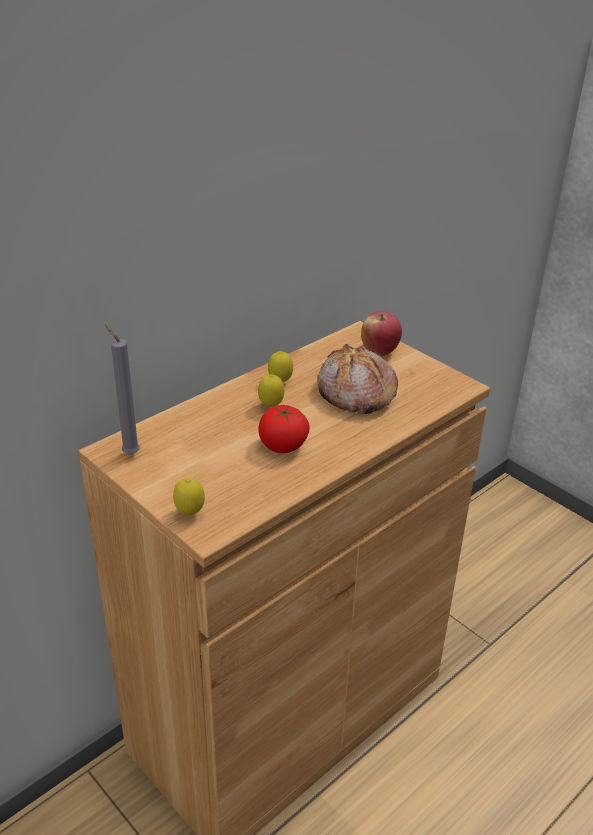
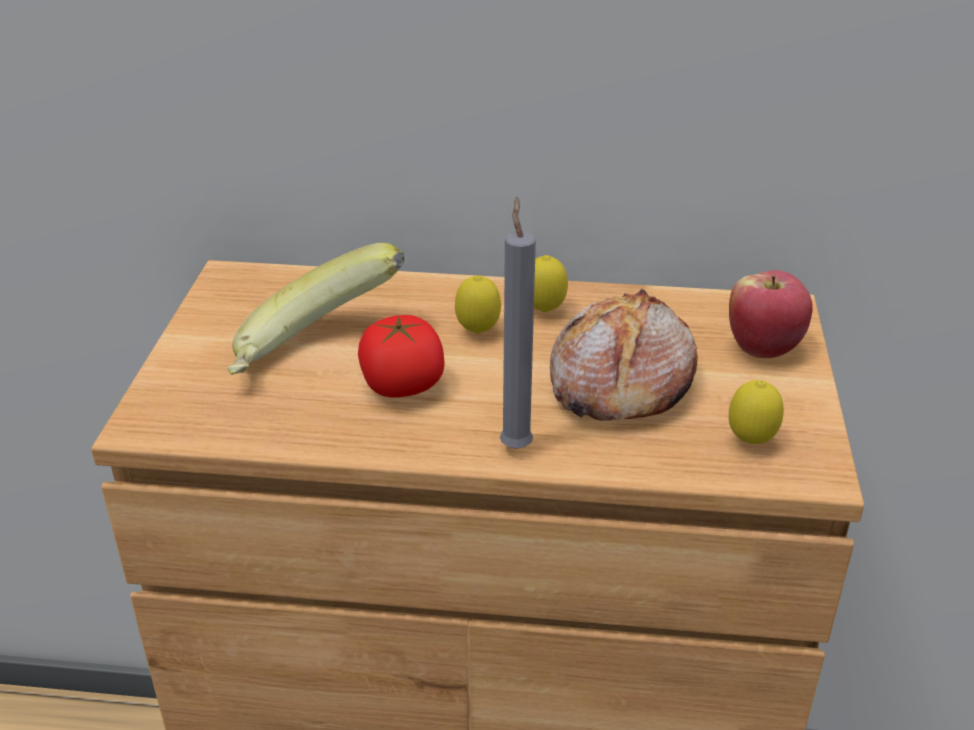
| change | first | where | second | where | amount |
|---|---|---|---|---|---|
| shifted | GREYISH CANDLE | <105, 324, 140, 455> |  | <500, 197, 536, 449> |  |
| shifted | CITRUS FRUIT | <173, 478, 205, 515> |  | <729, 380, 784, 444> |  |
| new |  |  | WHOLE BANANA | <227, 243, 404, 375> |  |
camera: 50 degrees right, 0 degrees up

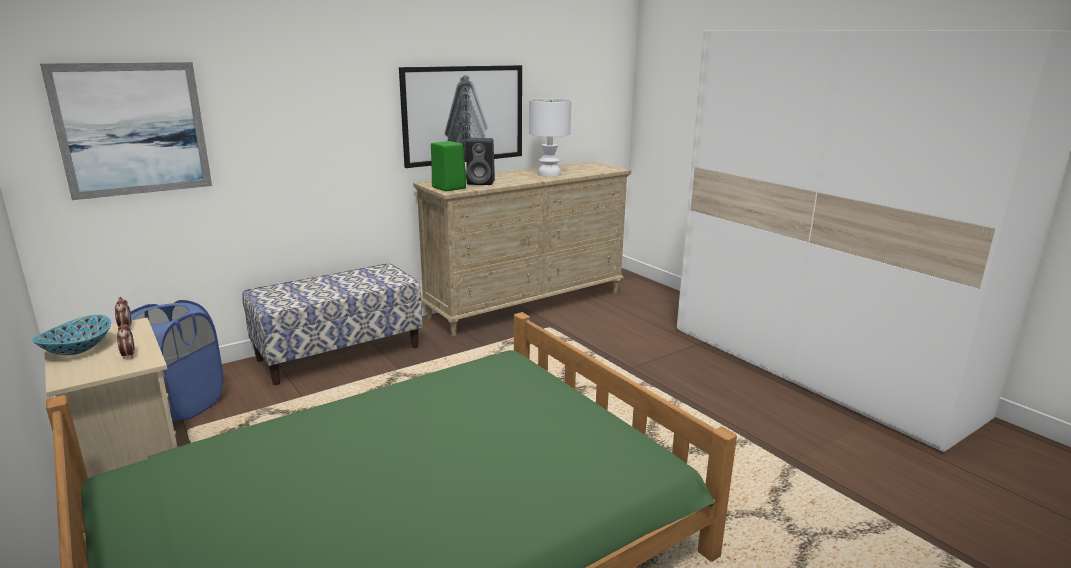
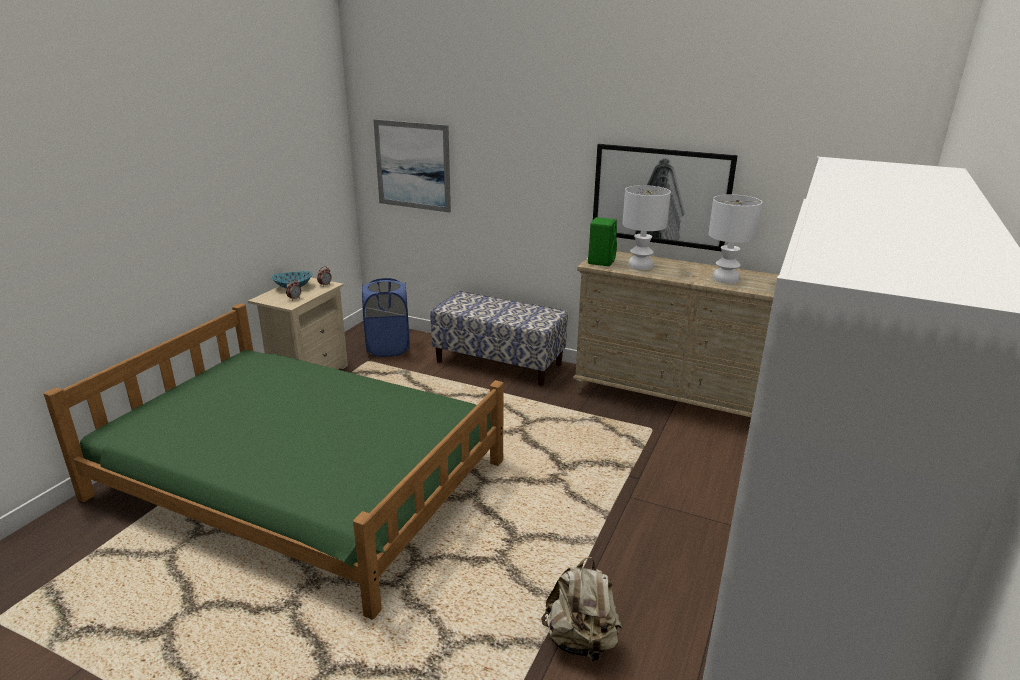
| change | first | where | second | where | amount |
|---|---|---|---|---|---|
| swapped | BLACKISH LOUDSPEAKER | <467, 138, 495, 185> | WHITE LAMP FOR A TABLE | <622, 185, 671, 270> |  |
| new |  |  | BEIGE KNAPSACK | <541, 557, 622, 661> |  |
camera: 60 degrees right, 5 degrees up

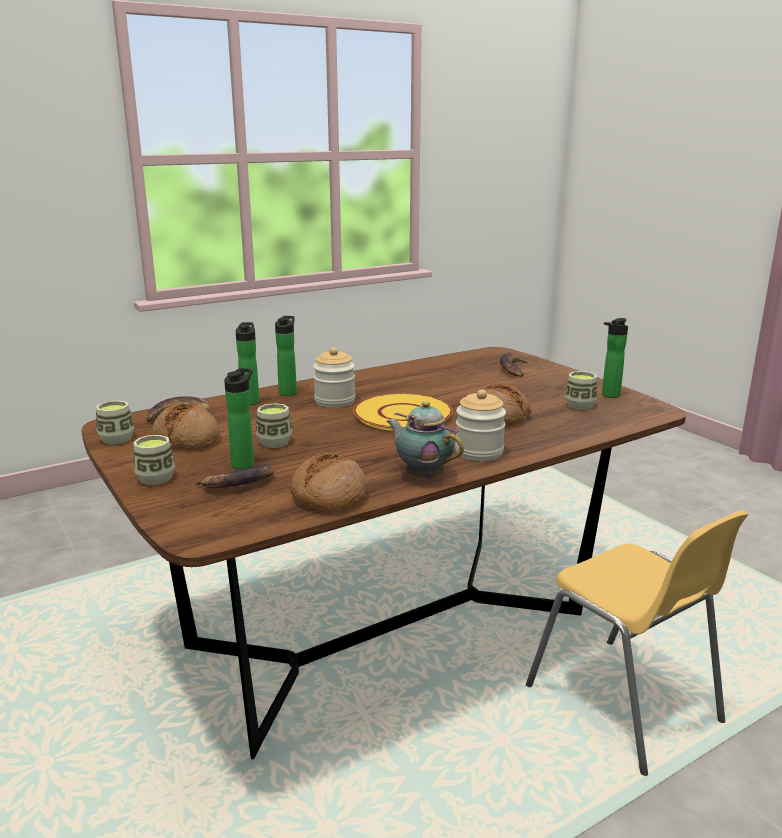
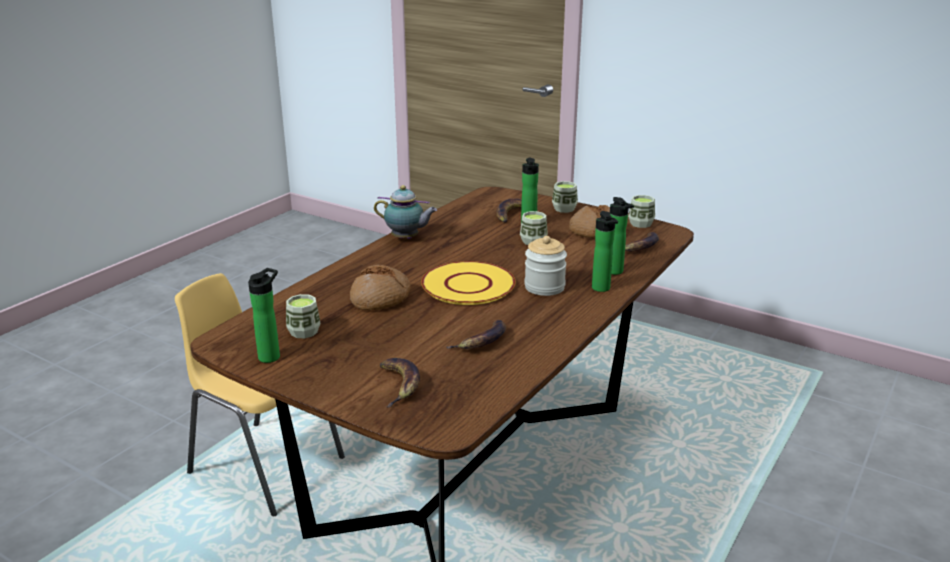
| change | first | where | second | where | amount |
|---|---|---|---|---|---|
| gone | STORAGE JAR | <455, 389, 506, 461> |  |  |  |
| gone | BAKERY BREAD | <290, 452, 367, 512> |  |  |  |
| new |  |  | WHOLE BANANA | <446, 320, 506, 349> |  |
camera: 155 degrees right, 5 degrees up

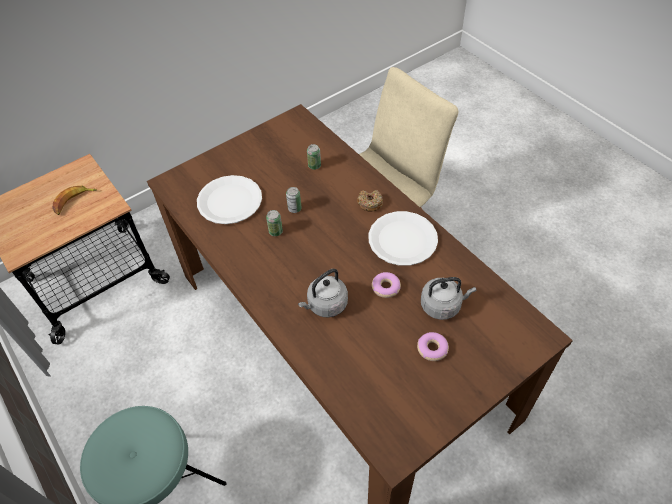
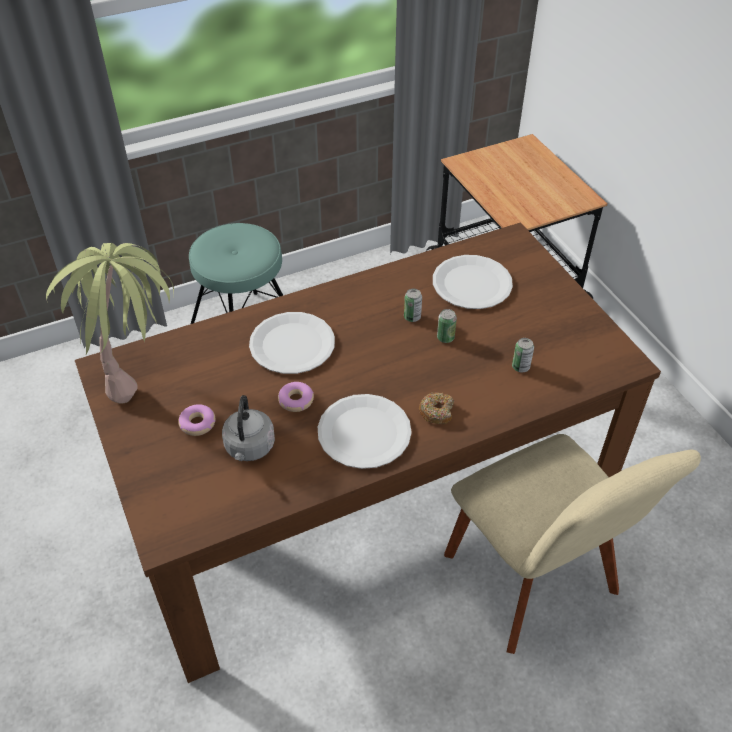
| change | first | where | second | where | amount |
|---|---|---|---|---|---|
| gone | WHOLE BANANA | <52, 186, 97, 215> |  |  |  |
| swapped | GREYISH WATER KETTLE | <298, 269, 348, 318> | WHITE DINNER PLATE | <249, 312, 335, 374> |  |
| new |  |  | PLANT IN A POT | <46, 243, 174, 404> |  |
camera: 100 degrees right, 5 degrees down

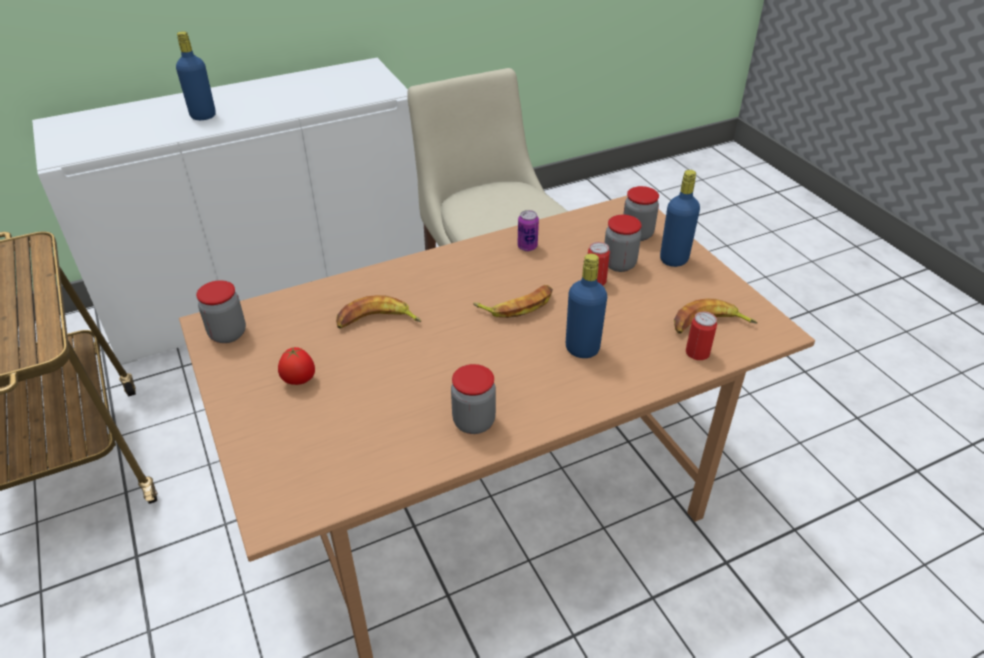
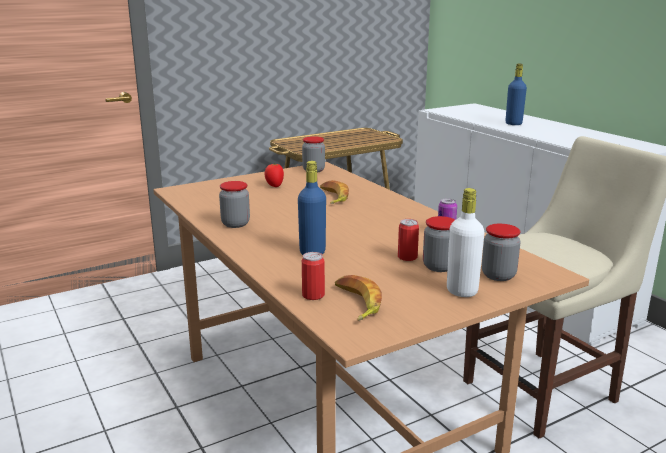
| change | first | where | second | where | amount |
|---|---|---|---|---|---|
| repainted | BLUISH DRINK BOTTLE | <660, 170, 700, 267> | WHITE DRINK BOTTLE | <447, 188, 485, 297> |  |
| gone | WHOLE BANANA | <473, 285, 553, 318> |  |  |  |
camera: 85 degrees right, 20 degrees down

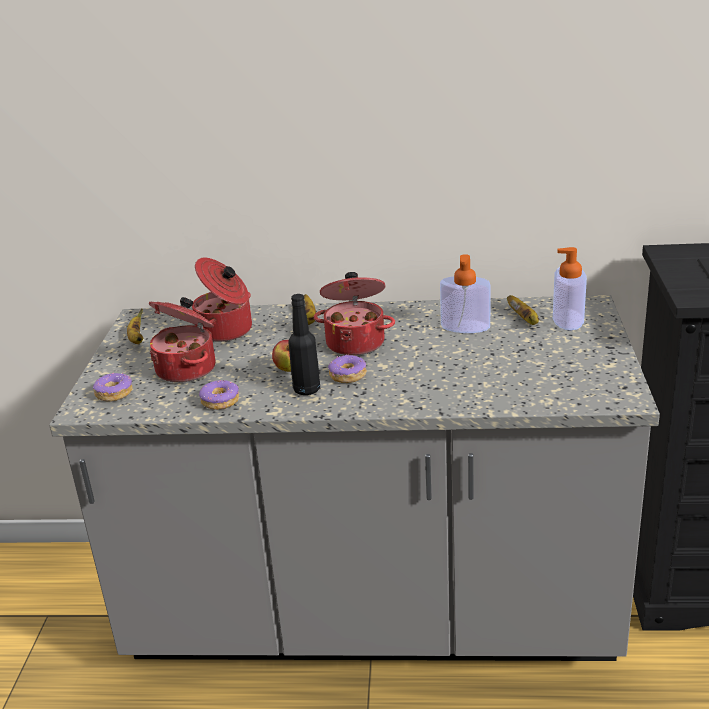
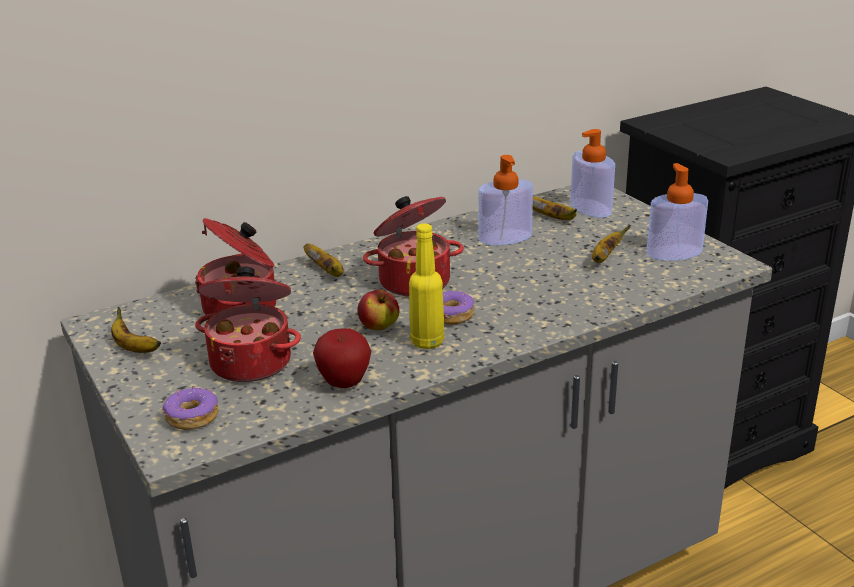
| change | first | where | second | where | amount |
|---|---|---|---|---|---|
| repainted | BLACKISH DRINK BOTTLE | <288, 294, 320, 395> | YELLOW-COLOURED DRINK BOTTLE | <409, 223, 444, 349> |  |
| swapped | DONUT | <199, 380, 239, 410> | WHOLE APPLE | <313, 328, 372, 388> |  |
| new |  |  | LIQUID SOAP BOTTLE | <647, 163, 708, 261> |  |
| new |  |  | WHOLE BANANA | <592, 225, 631, 263> |  |
camera: 35 degrees left, 0 degrees up

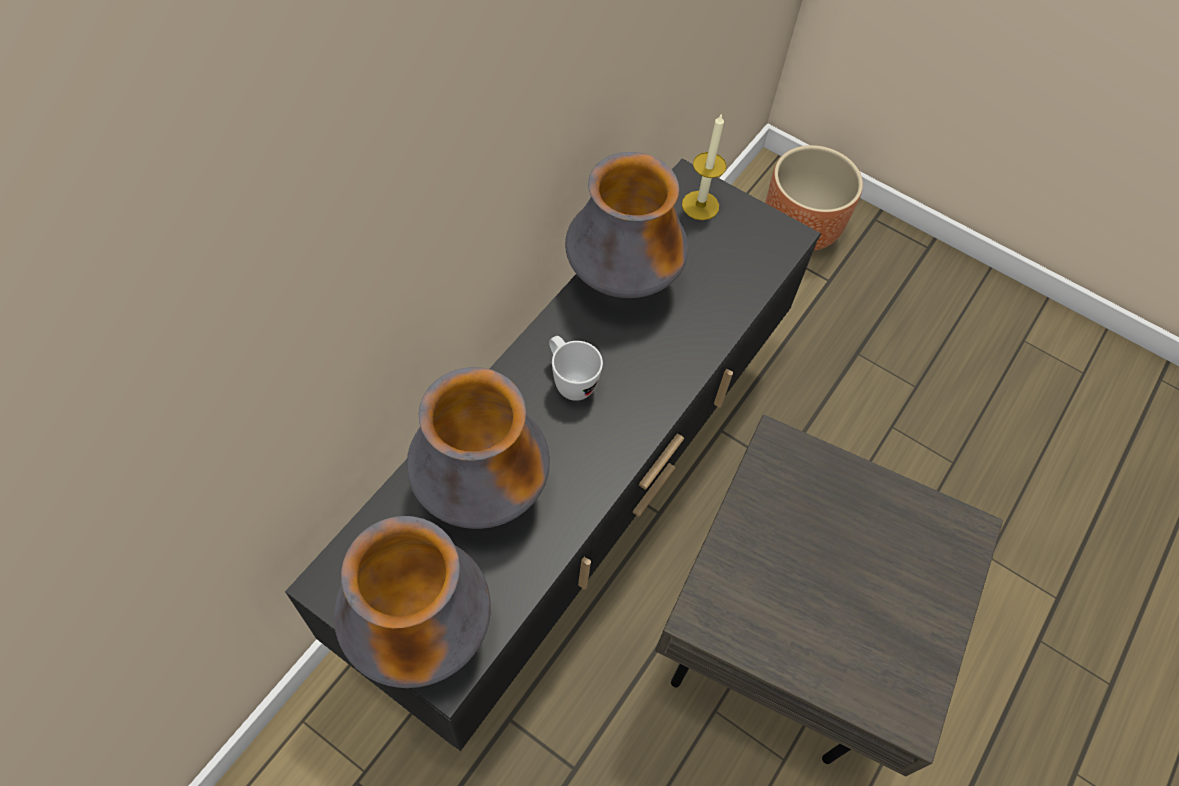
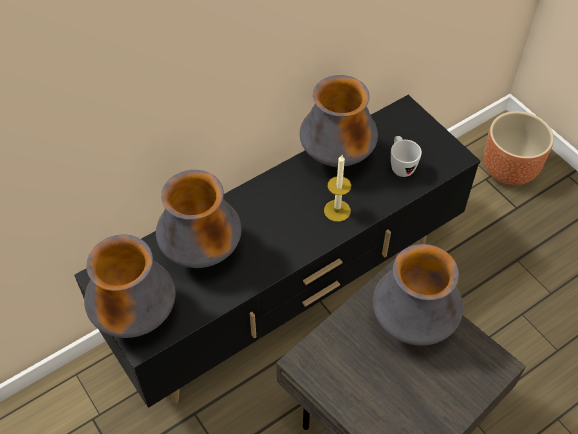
| change | first | where | second | where | amount |
|---|---|---|---|---|---|
| shifted | CANDLE | <682, 113, 727, 220> |  | <324, 155, 351, 222> |  |
| shifted | WHITE MUG | <549, 336, 603, 401> |  | <391, 136, 422, 177> |  |
| new |  |  | FLOWER VASE | <373, 244, 463, 346> |  |
camera: 25 degrees right, 5 degrees down

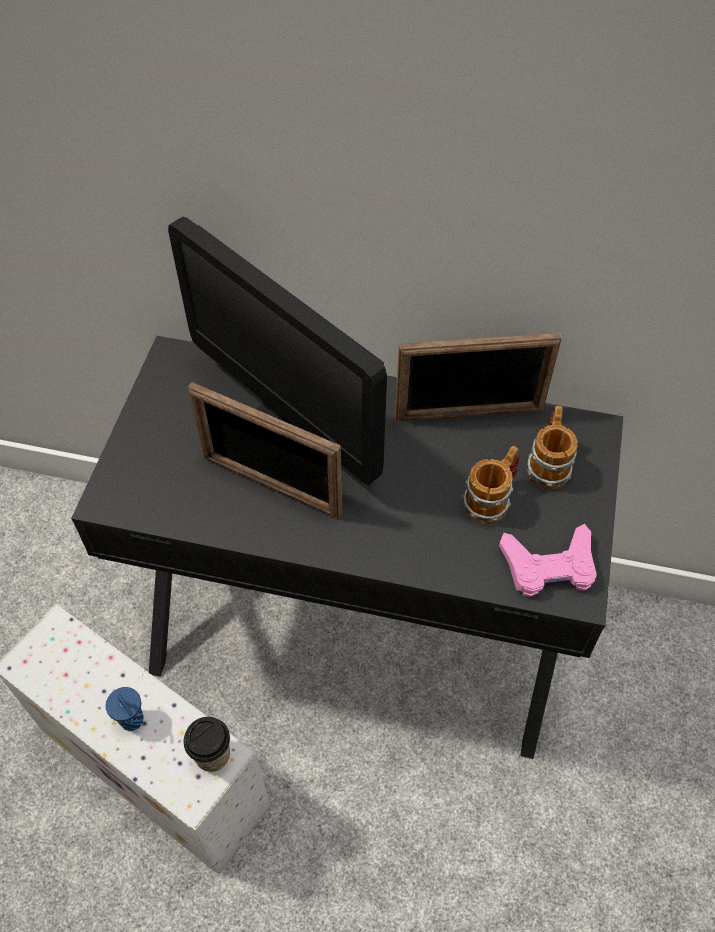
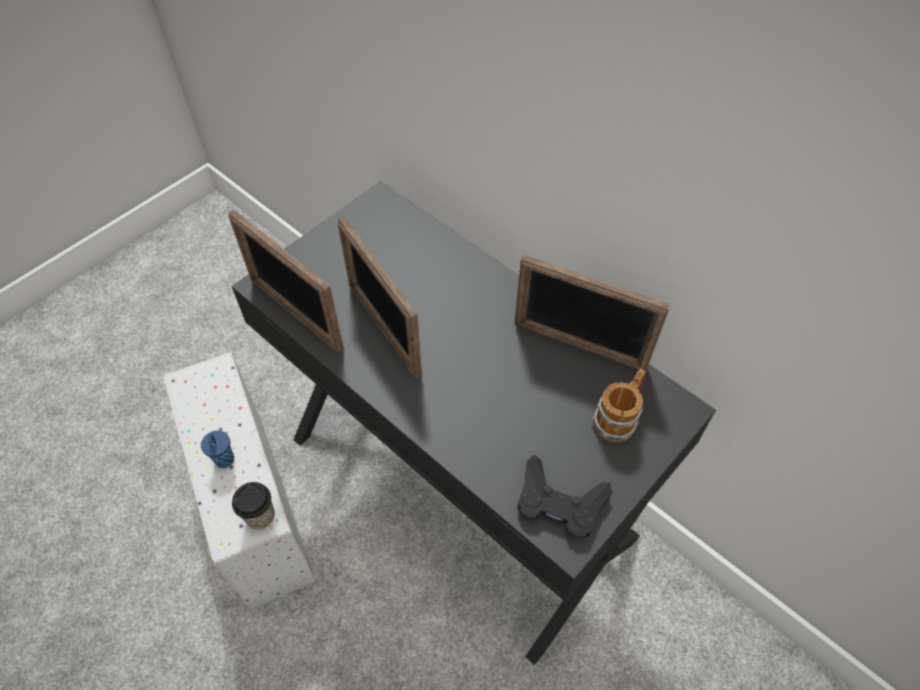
| change | first | where | second | where | amount |
|---|---|---|---|---|---|
| gone | MONITOR | <168, 217, 387, 485> |  |  |  |
| gone | MUG | <462, 446, 519, 524> |  |  |  |
| repainted | PINKISH GAMEPAD | <499, 524, 597, 597> | BLACKISH GAMEPAD | <517, 455, 612, 540> |  |
| new |  |  | PHOTO FRAME | <229, 210, 344, 353> |  |
camera: 30 degrees right, 0 degrees up

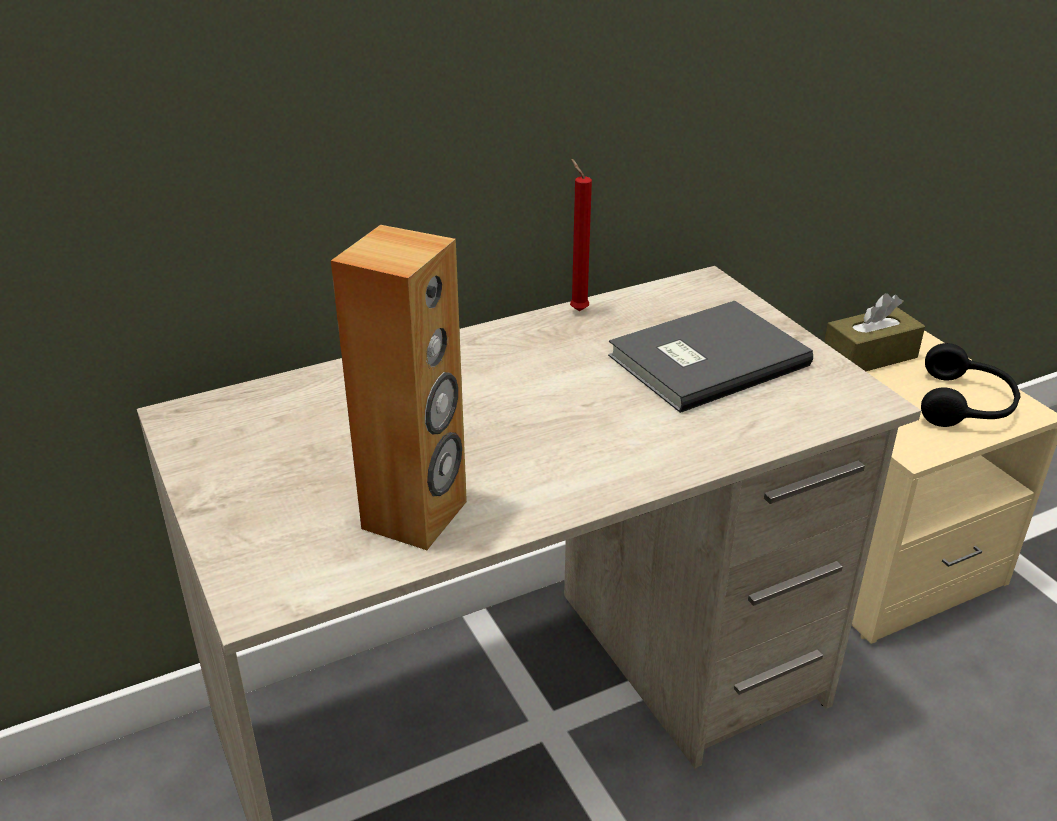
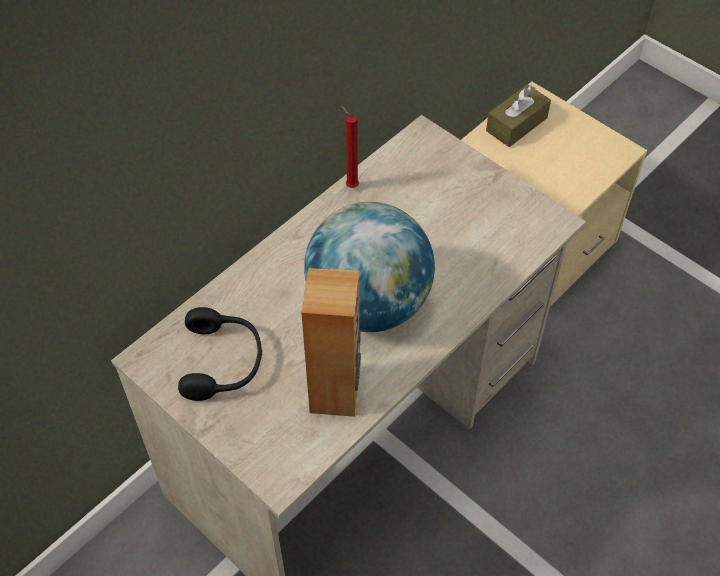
| change | first | where | second | where | amount |
|---|---|---|---|---|---|
| gone | GREYISH VOLUME | <608, 301, 813, 413> |  |  |  |
| shifted | BLACKISH HEADPHONES | <921, 343, 1020, 427> |  | <178, 307, 262, 401> |  |
| new |  |  | DESK GLOBE | <304, 202, 435, 332> |  |
camera: 20 degrees left, 20 degrees up

